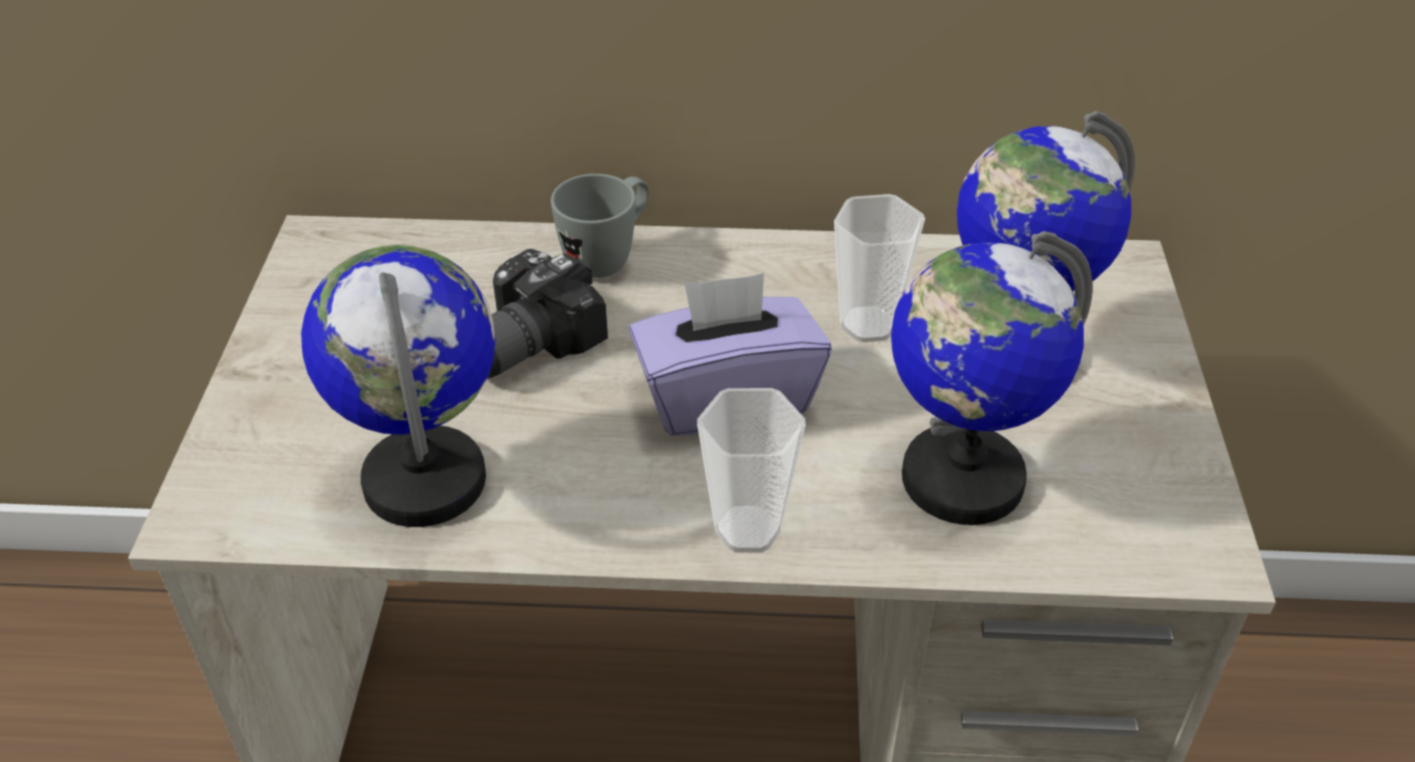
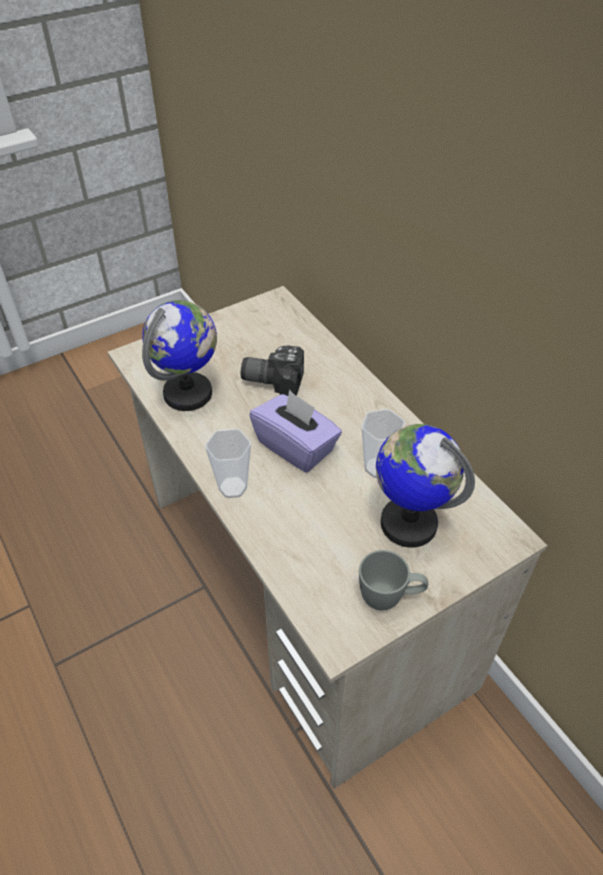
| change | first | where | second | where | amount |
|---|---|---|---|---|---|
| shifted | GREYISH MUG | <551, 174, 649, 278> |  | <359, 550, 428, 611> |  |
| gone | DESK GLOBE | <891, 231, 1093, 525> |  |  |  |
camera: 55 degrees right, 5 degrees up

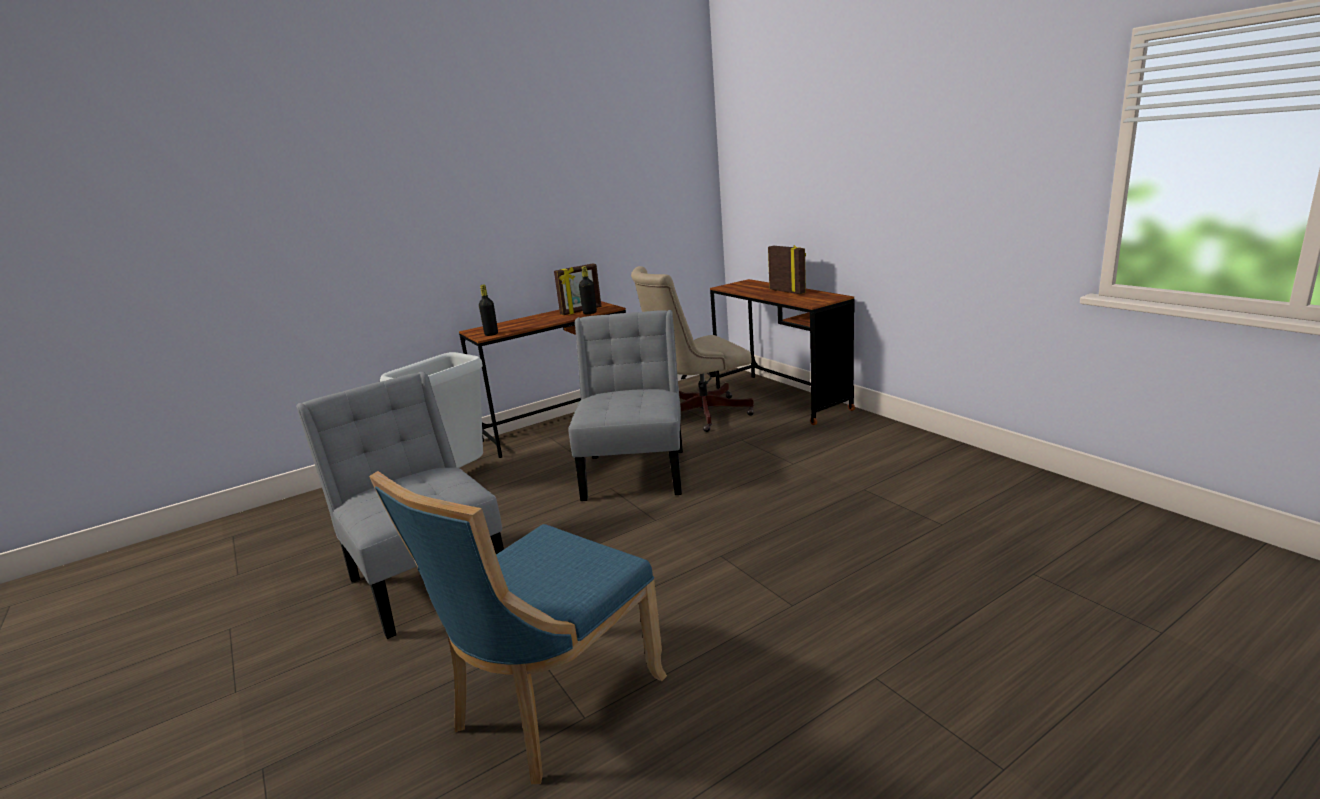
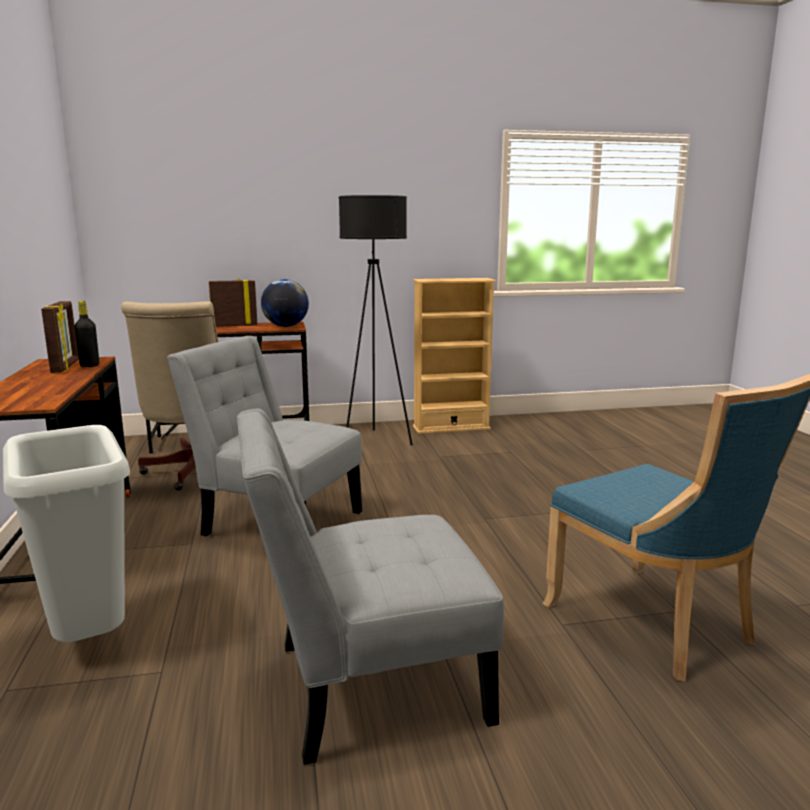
| change | first | where | second | where | amount |
|---|---|---|---|---|---|
| gone | BLACKISH DRINK BOTTLE | <479, 285, 498, 336> |  |  |  |
| new |  |  | BLACKISH STANDING LAMP | <339, 195, 413, 445> |  |
| new |  |  | BEIGE SHELVING UNIT | <413, 278, 496, 434> |  |
| new |  |  | DESK GLOBE | <261, 279, 309, 327> |  |
camera: 70 degrees left, 5 degrees down

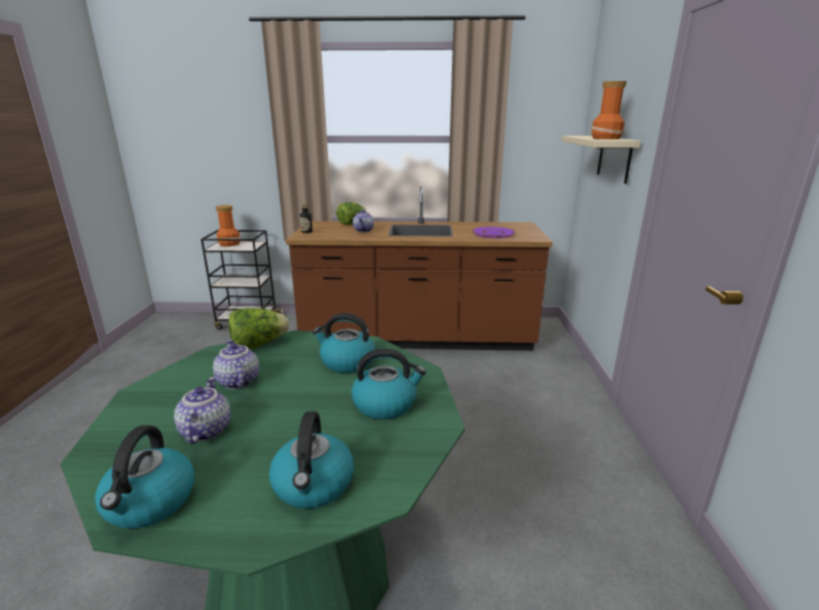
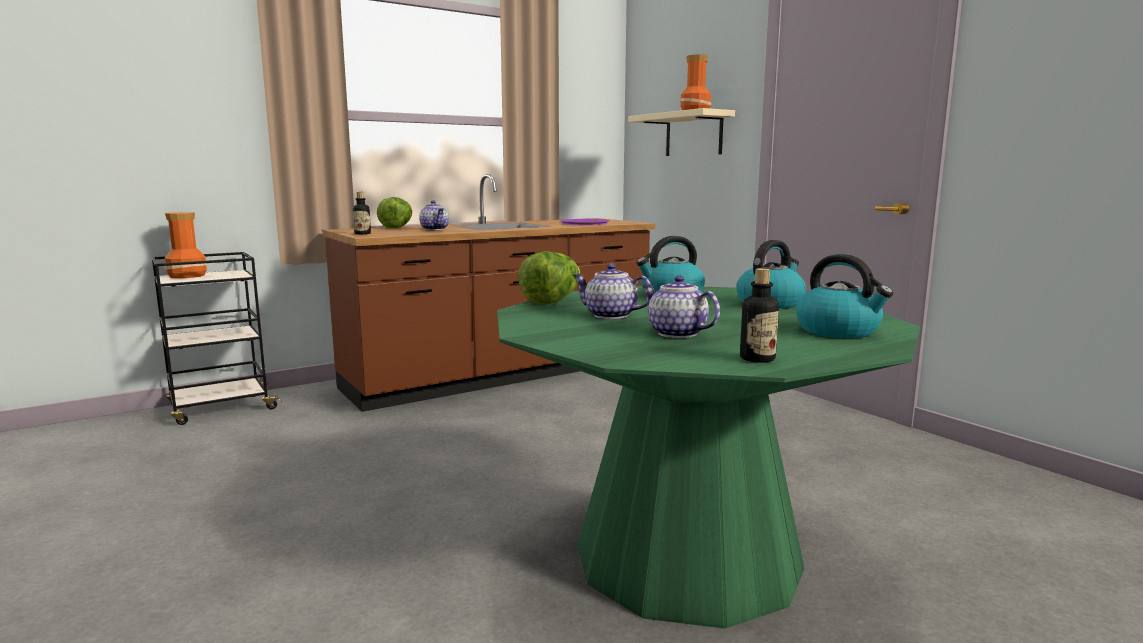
| change | first | where | second | where | amount |
|---|---|---|---|---|---|
| swapped | WATER KETTLE | <95, 426, 194, 529> | DRINK BOTTLE | <740, 268, 779, 363> |  |
camera: 35 degrees left, 10 degrees down

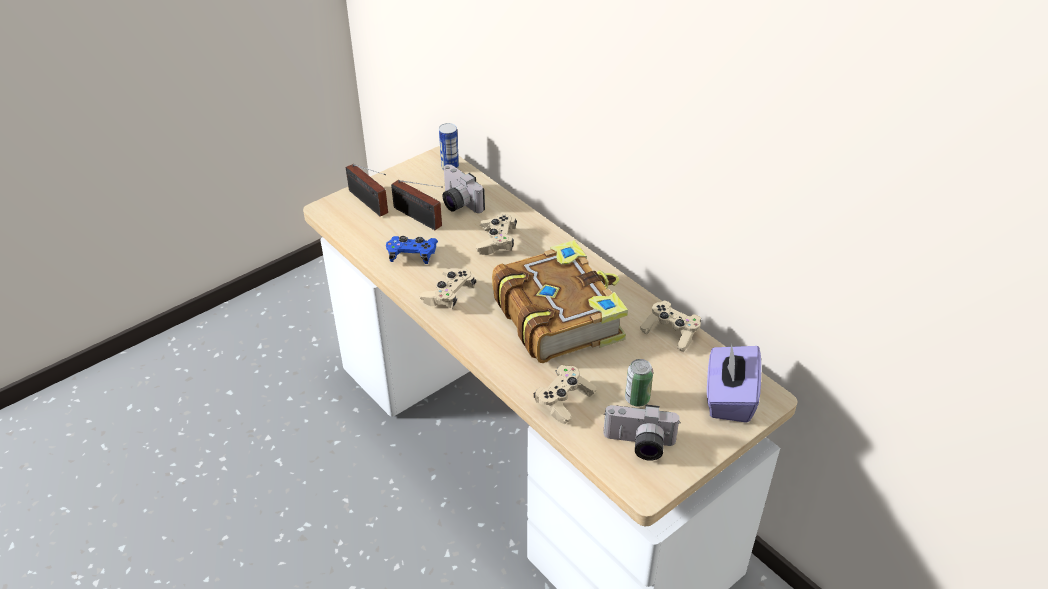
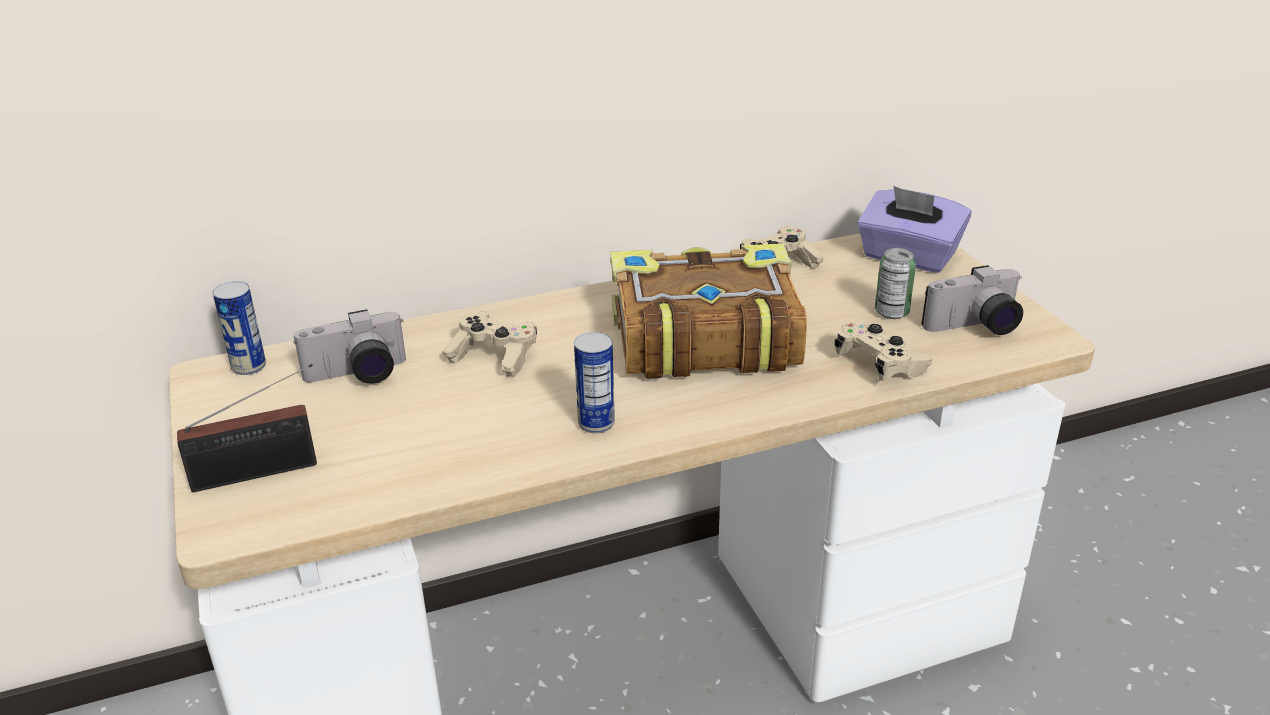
| change | first | where | second | where | amount |
|---|---|---|---|---|---|
| gone | RADIO RECEIVER | <391, 180, 443, 230> |  |  |  |
| gone | BLUISH GAMEPAD | <386, 236, 438, 264> |  |  |  |
| swapped | BEIGE GAMEPAD | <420, 268, 476, 309> | SEALED CAN | <574, 332, 615, 433> |  |
| rotated | PHOTO CAMERA | <603, 405, 681, 461> |  | <922, 265, 1023, 335> | 45 degrees clockwise |
camera: 70 degrees left, 10 degrees down

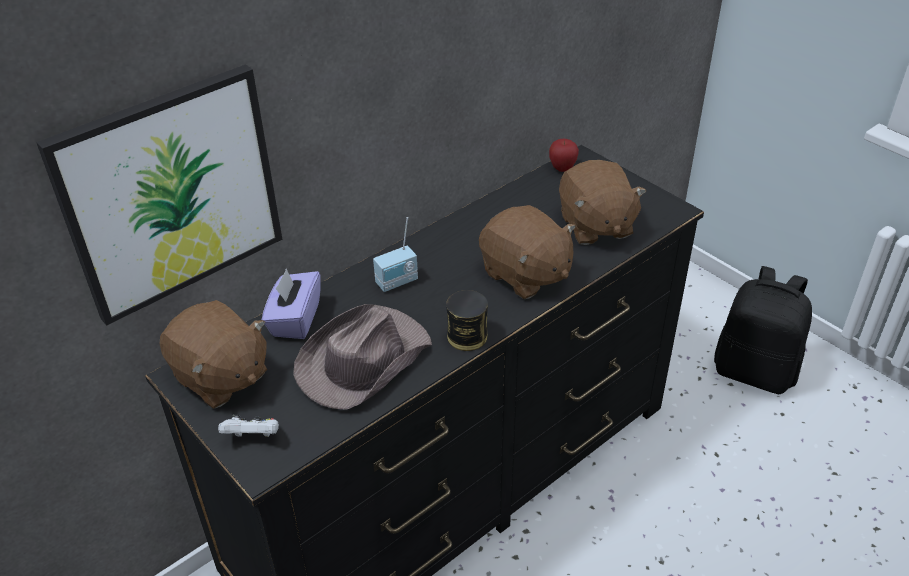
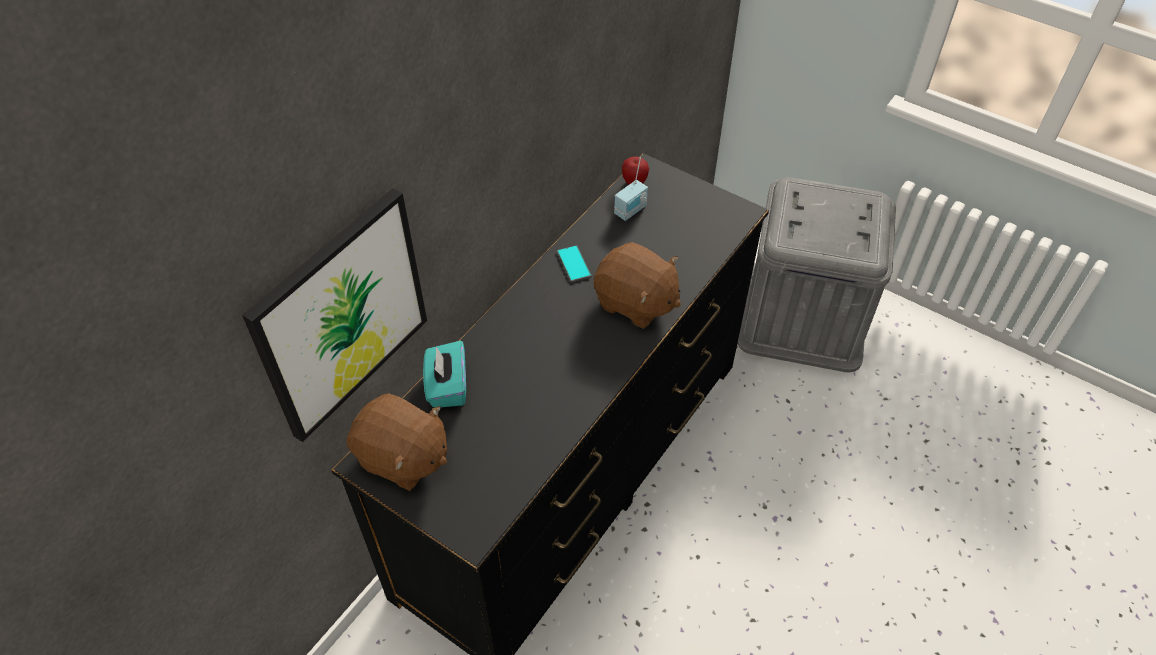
| change | first | where | second | where | amount |
|---|---|---|---|---|---|
| gone | BROWN-COLOURED CUDDLY TOY | <559, 160, 646, 245> |  |  |  |
| shifted | RADIO RECEIVER | <373, 217, 418, 292> |  | <614, 157, 648, 221> |  |
| swapped | BLACKISH KNAPSACK | <714, 266, 812, 394> | GREYISH STORAGE CONTAINER | <737, 177, 896, 373> |  |
| repainted | PURPLE TISSUE HOLDER | <262, 269, 321, 339> | BLUE-GREEN TISSUE HOLDER | <423, 340, 466, 408> |  |
| gone | SEALED CAN | <446, 290, 488, 351> |  |  |  |
| gone | BROWN-COLOURED CLOTHING HAT | <293, 304, 432, 410> |  |  |  |
| gone | WHITE GAMEPAD | <218, 414, 279, 437> |  |  |  |
| new |  |  | TELEPHONE | <557, 245, 592, 283> |  |
camera: 15 degrees left, 10 degrees up

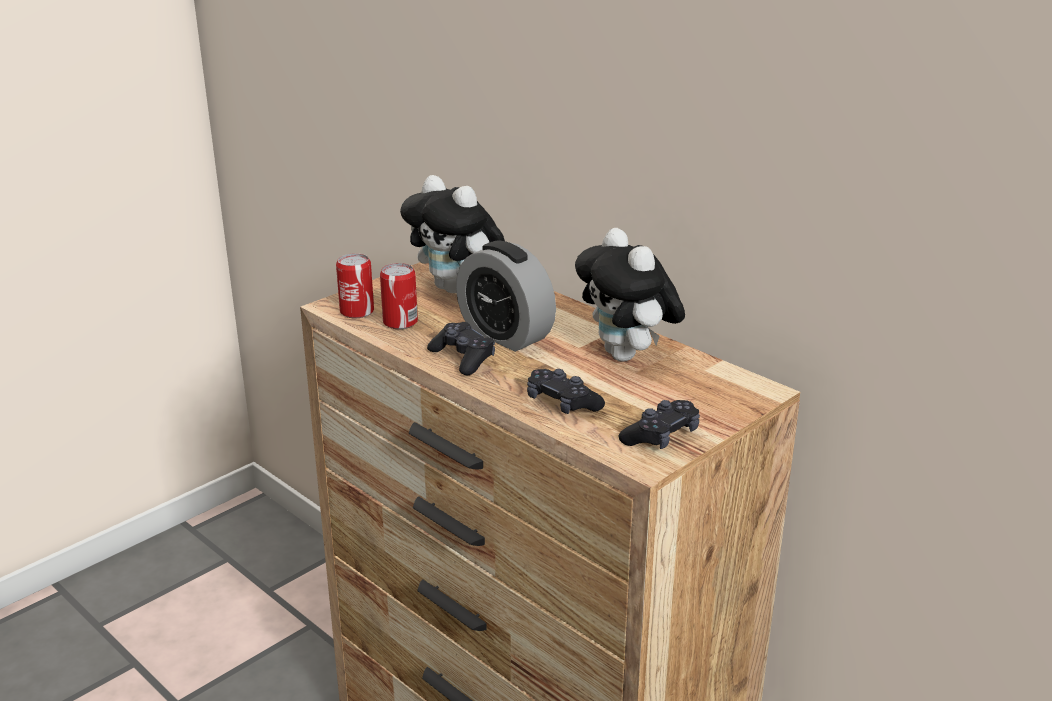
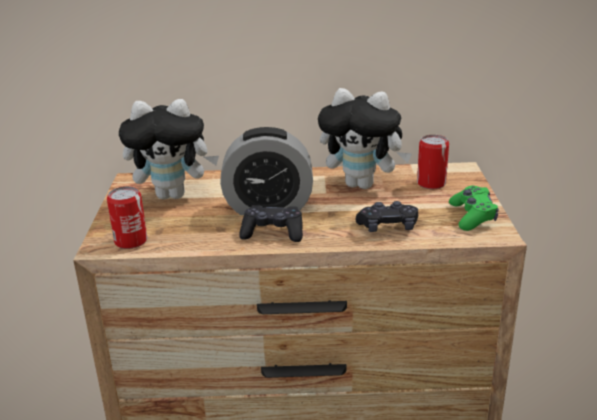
| change | first | where | second | where | amount |
|---|---|---|---|---|---|
| shifted | SEALED CAN | <380, 263, 418, 329> |  | <417, 135, 449, 189> |  |
| repainted | BLACKISH GAMEPAD | <619, 400, 700, 449> | GREEN GAMEPAD | <449, 186, 499, 231> |  |
camera: 45 degrees left, 0 degrees up

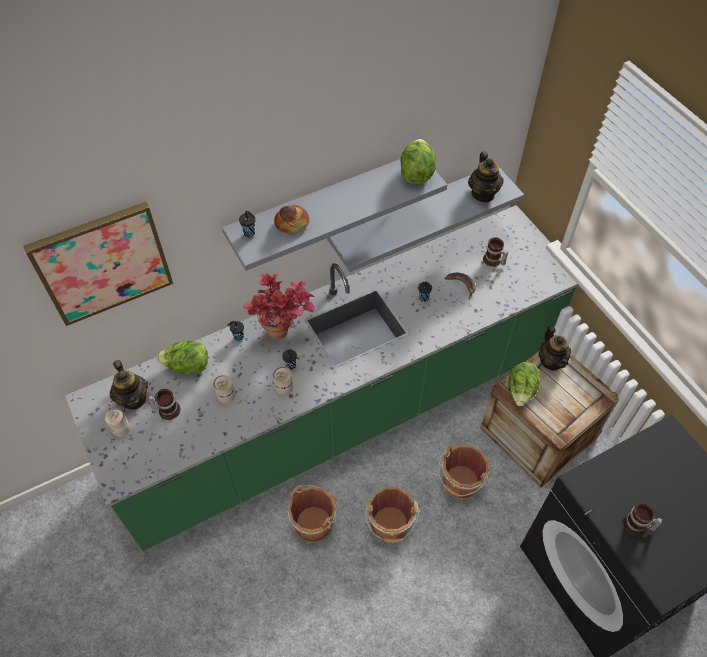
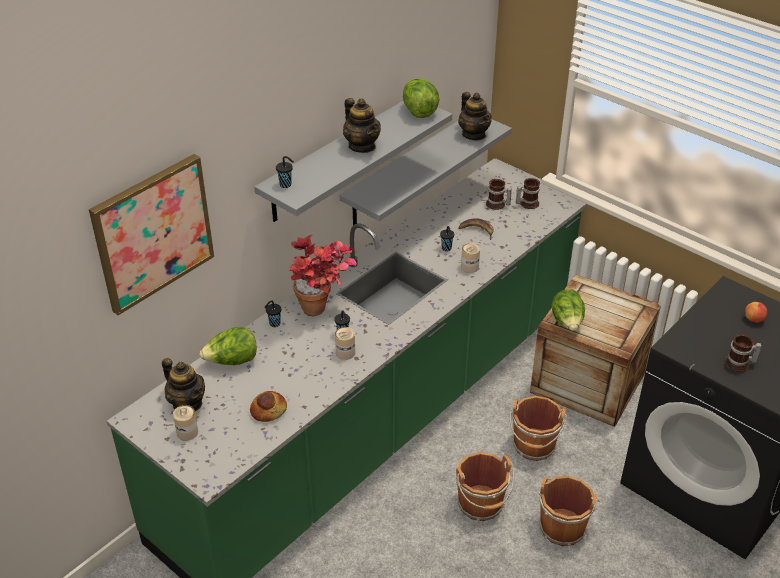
| change | first | where | second | where | amount |
|---|---|---|---|---|---|
| shifted | BAKERY BREAD | <274, 205, 309, 233> |  | <250, 391, 287, 422> |  |
| shifted | TEA POT | <539, 326, 571, 370> |  | <343, 98, 381, 153> |  |
| shifted | SEALED CAN | <213, 375, 235, 403> |  | <461, 243, 480, 273> |  |
| shifted | MUG | <148, 389, 181, 420> |  | <516, 178, 540, 209> |  |
| shifted | BROWN-COLOURED WATER BUCKET | <287, 485, 341, 544> |  | <538, 476, 600, 546> |  |
| new |  |  | WHOLE APPLE | <745, 302, 767, 323> |  |
camera: 20 degrees left, 15 degrees down

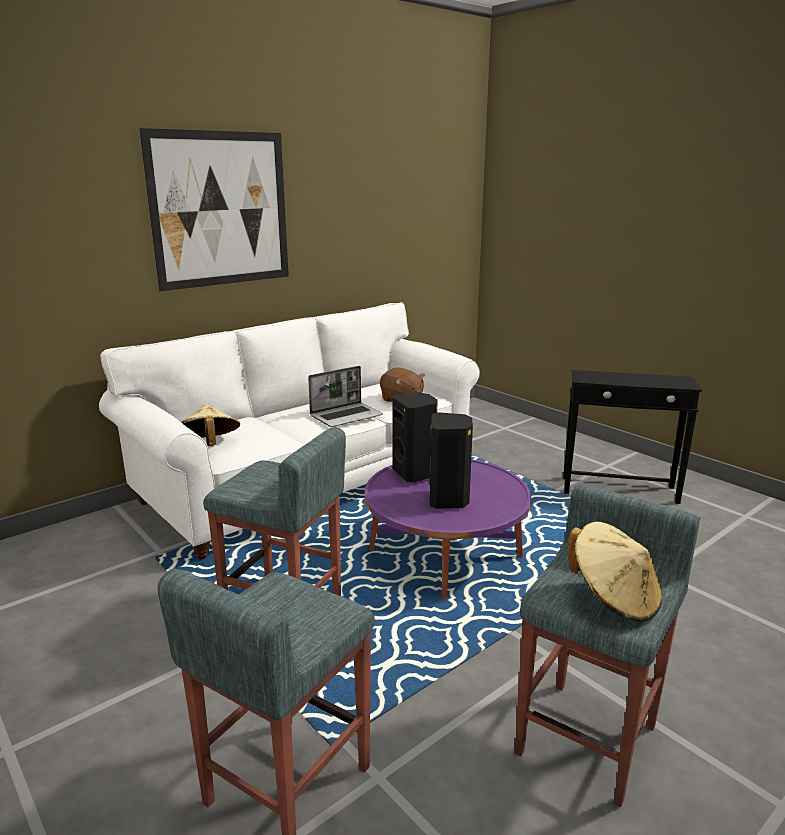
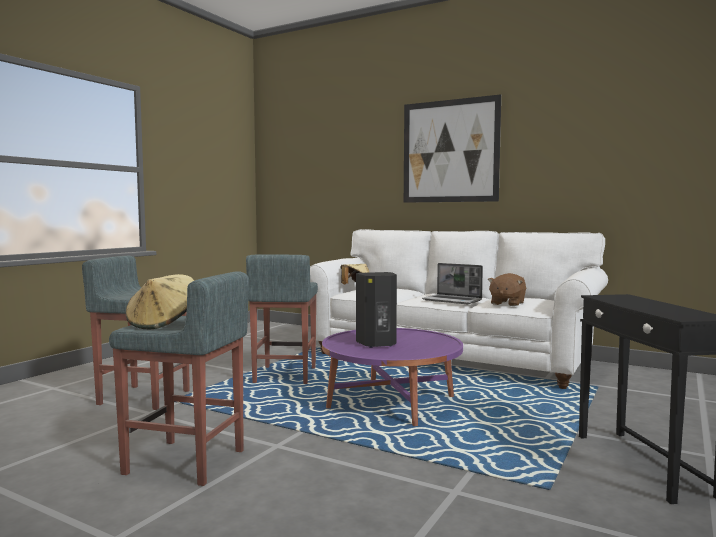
| change | first | where | second | where | amount |
|---|---|---|---|---|---|
| gone | BLACKISH LOUDSPEAKER | <392, 392, 438, 482> |  |  |  |
camera: 70 degrees right, 15 degrees down

